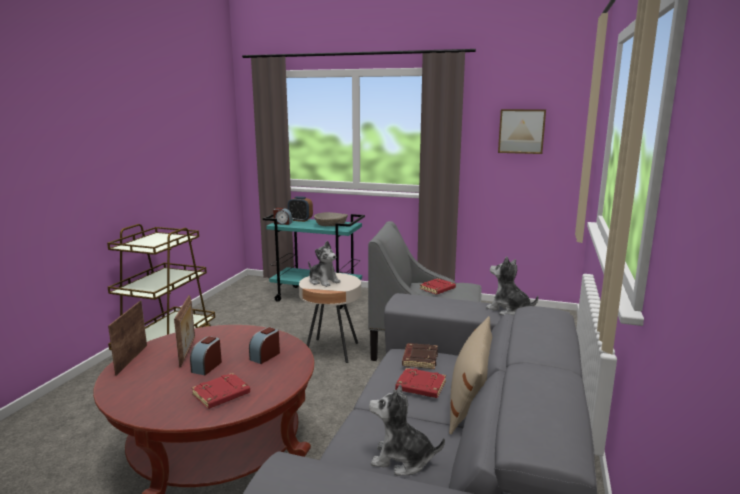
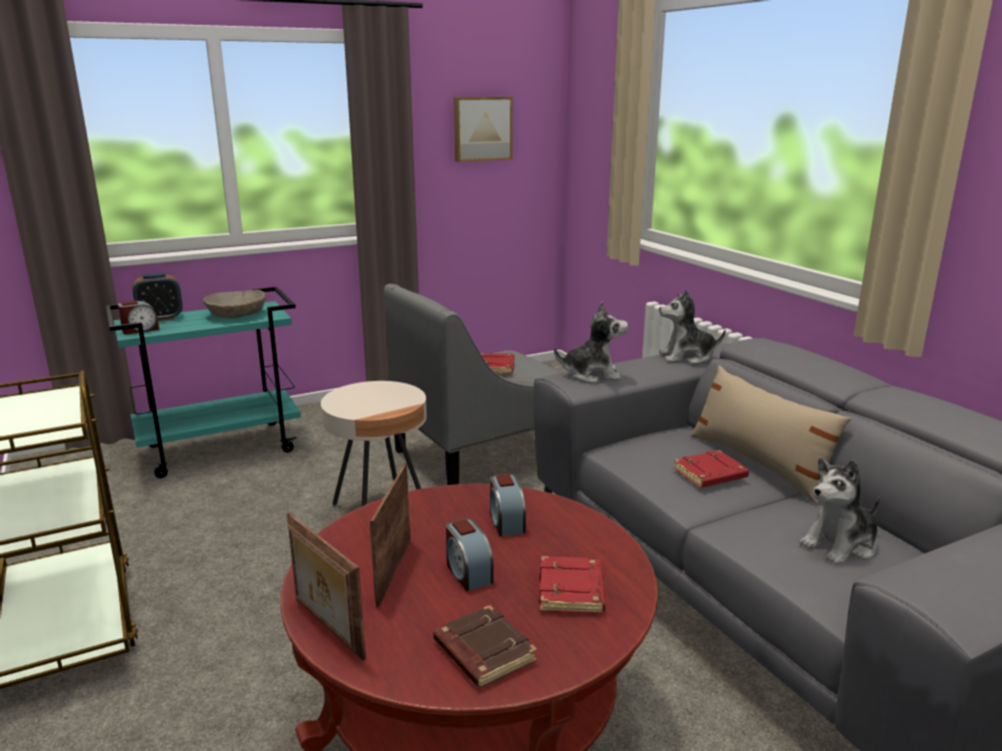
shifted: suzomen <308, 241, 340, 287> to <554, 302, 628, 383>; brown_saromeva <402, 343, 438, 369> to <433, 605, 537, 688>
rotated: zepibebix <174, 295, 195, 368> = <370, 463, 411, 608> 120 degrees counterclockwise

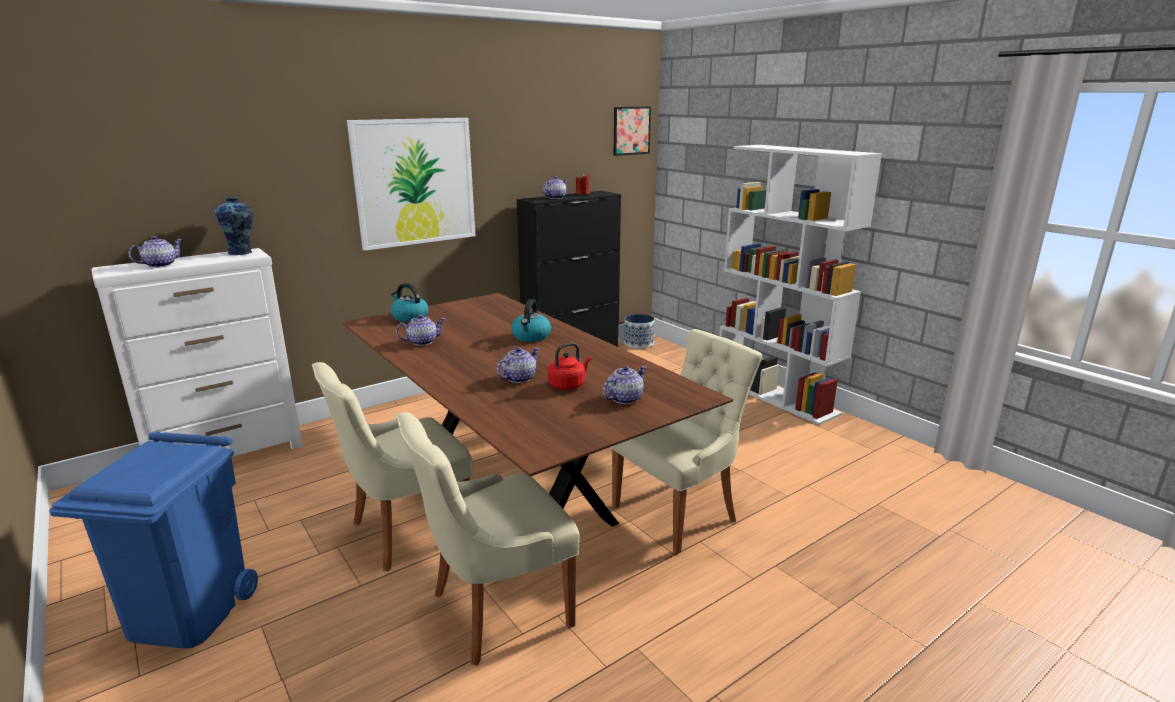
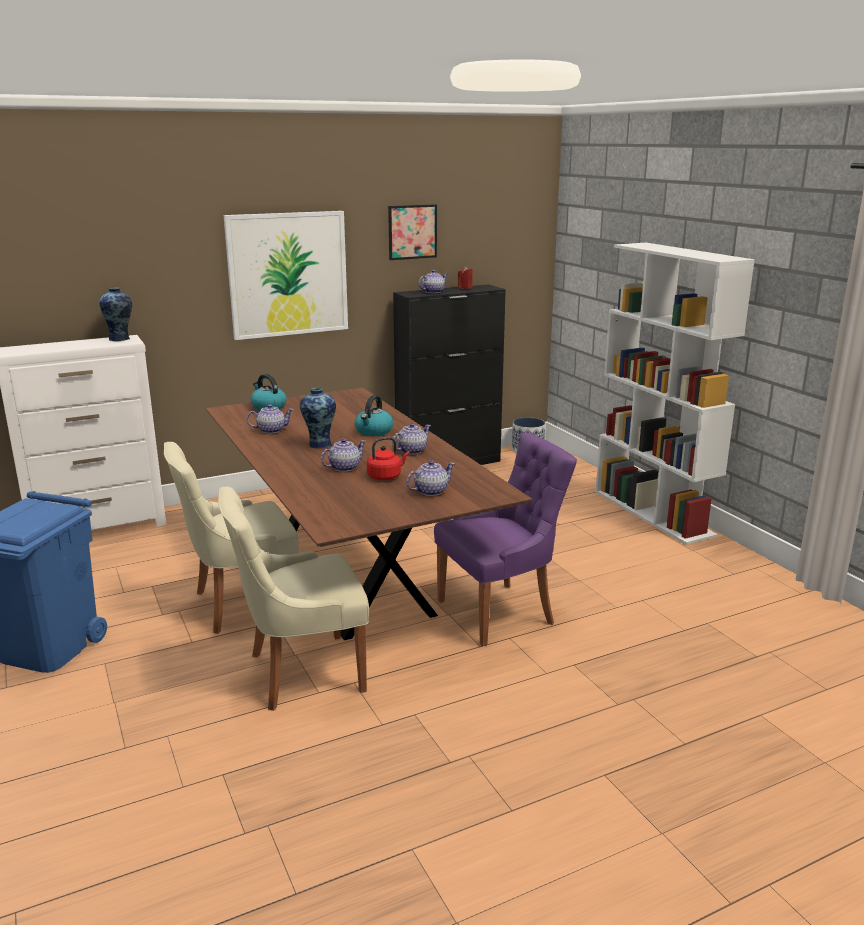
new: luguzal <300, 388, 336, 449>
shifted: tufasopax <614, 106, 651, 156> to <388, 204, 437, 260>; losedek <129, 236, 183, 268> to <392, 423, 431, 455>
repainted: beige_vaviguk <610, 329, 763, 554> to purple_vaviguk <434, 432, 577, 646>

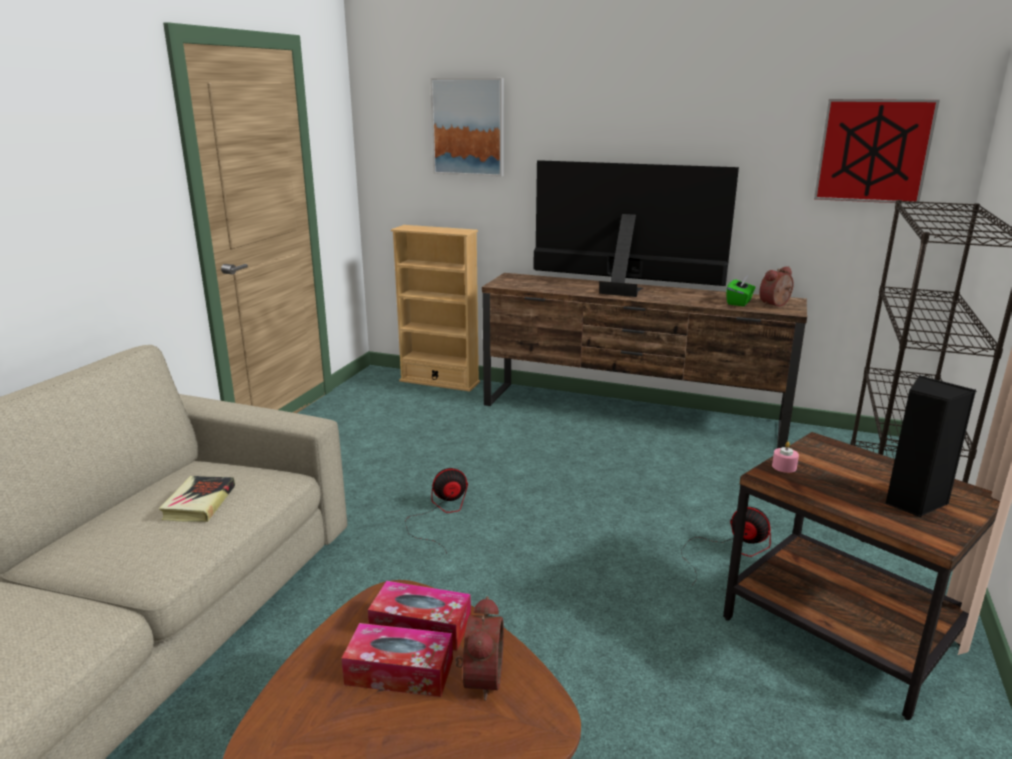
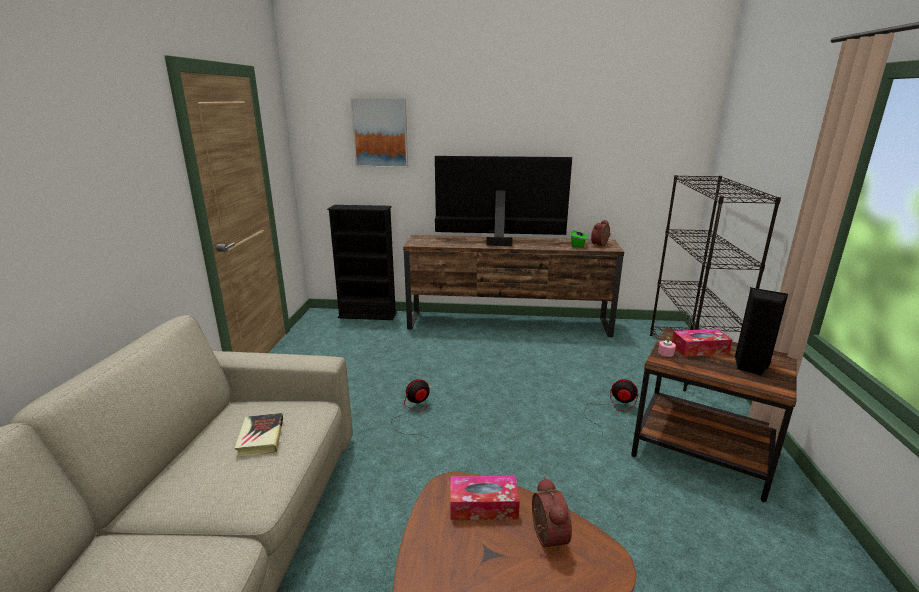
gone: tufasopax <814, 99, 940, 204>
shifted: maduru <342, 623, 453, 697> to <672, 329, 732, 357>
repainted: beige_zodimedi <391, 225, 480, 391> to black_zodimedi <327, 205, 397, 320>

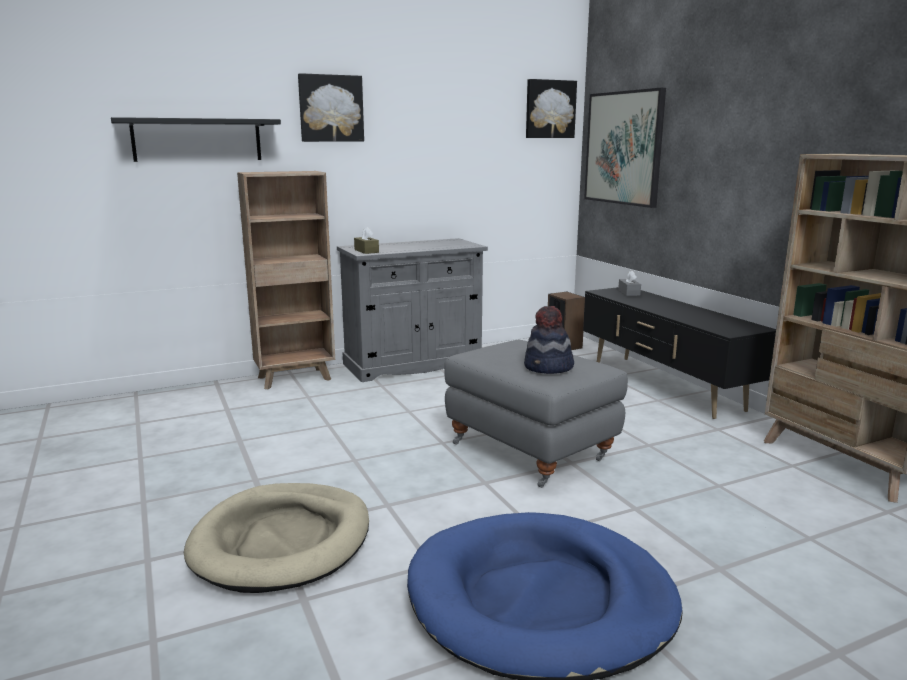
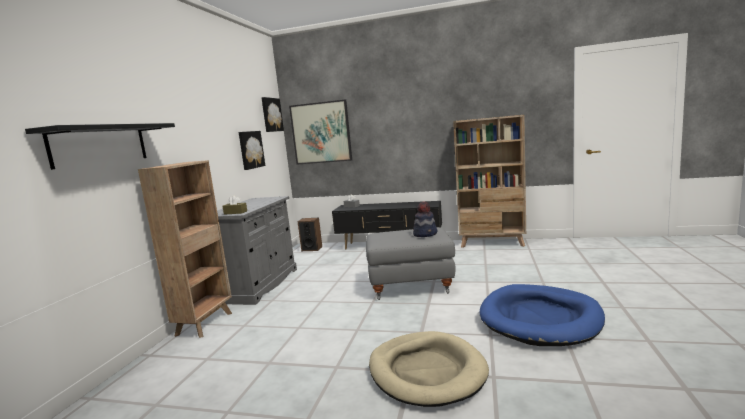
shifted: tufasopax <298, 73, 364, 142> to <239, 131, 265, 170>

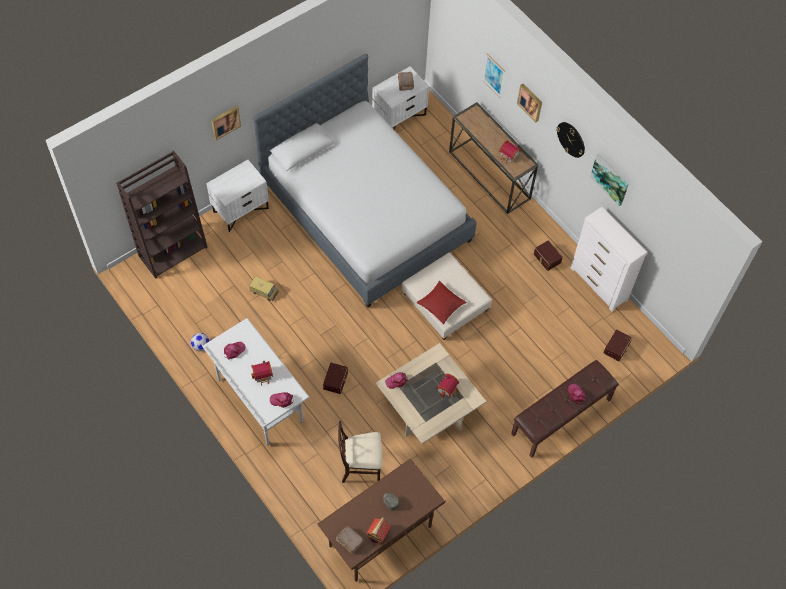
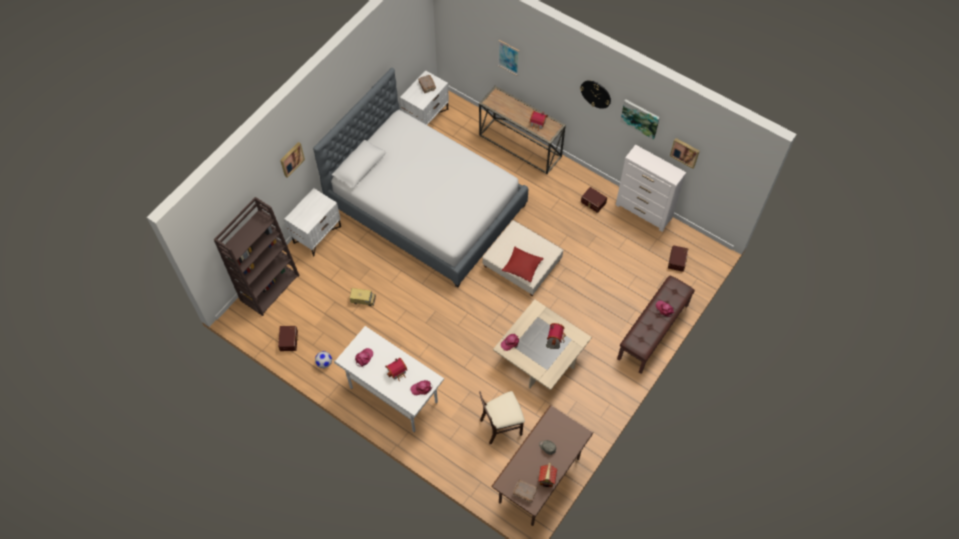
shifted: tufasopax <517, 84, 542, 122> to <670, 138, 700, 169>; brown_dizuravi <323, 363, 348, 394> to <278, 326, 298, 351>

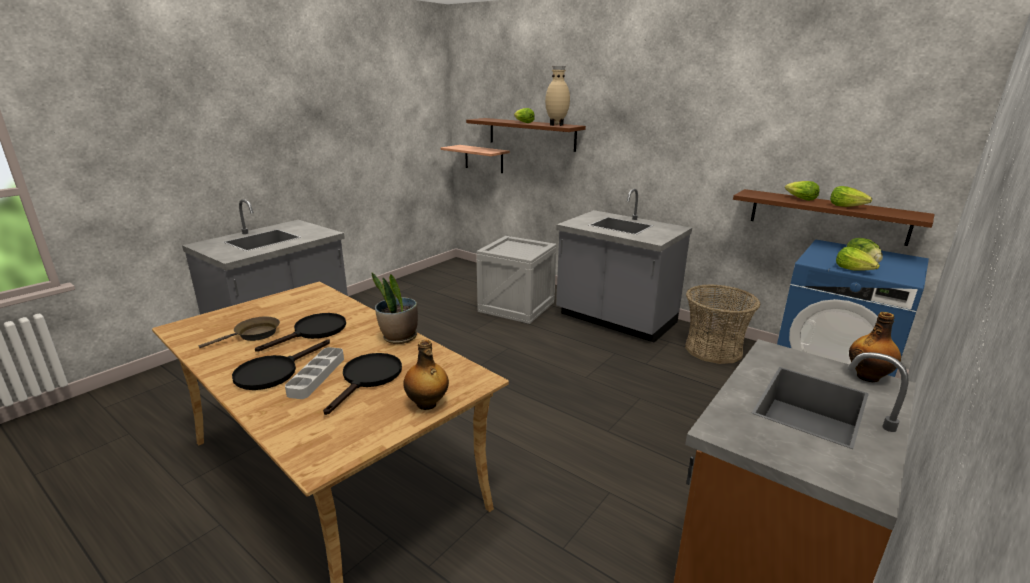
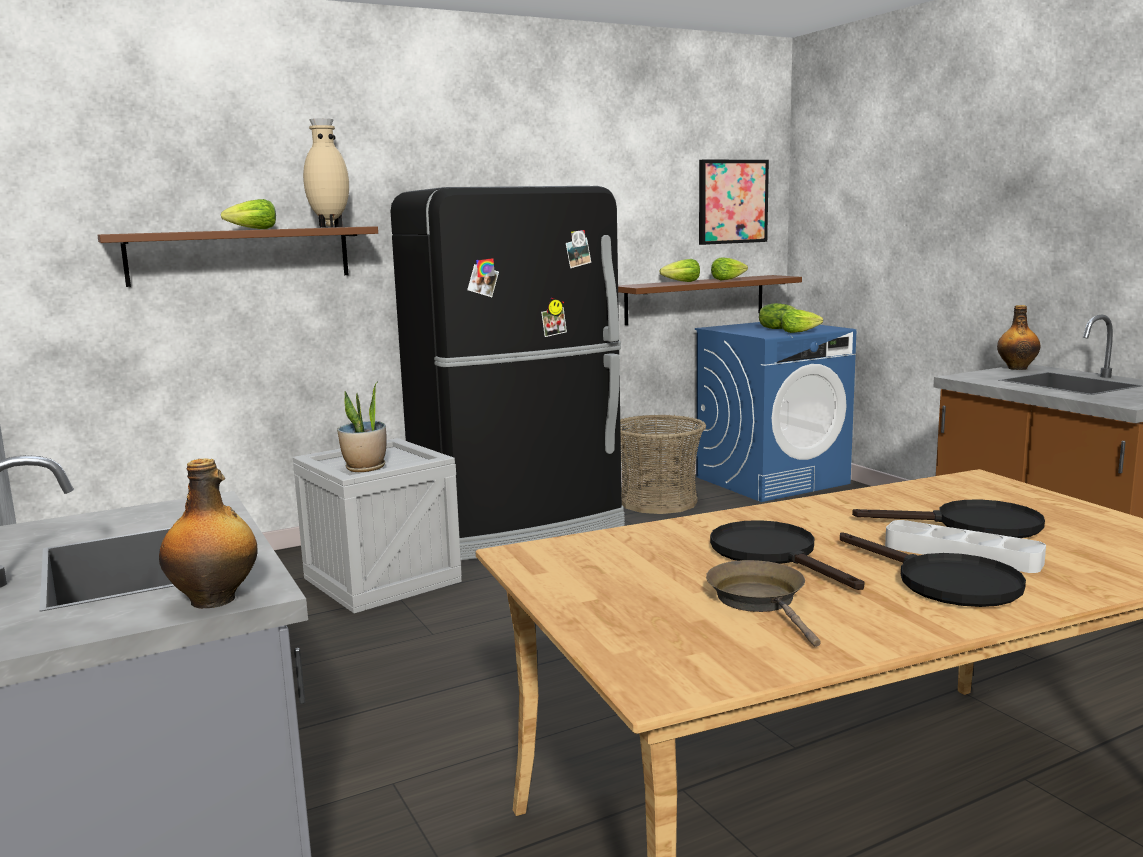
gone: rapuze <441, 145, 510, 173>
new: tufasopax <699, 160, 769, 245>
shifted: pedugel <372, 273, 418, 344> to <337, 381, 387, 472>; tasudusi <404, 340, 449, 410> to <159, 458, 258, 609>
swapped: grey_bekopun <556, 189, 692, 343> to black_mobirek <390, 186, 625, 560>
rotated: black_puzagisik <323, 353, 402, 415> = <852, 500, 1045, 538> 150 degrees clockwise

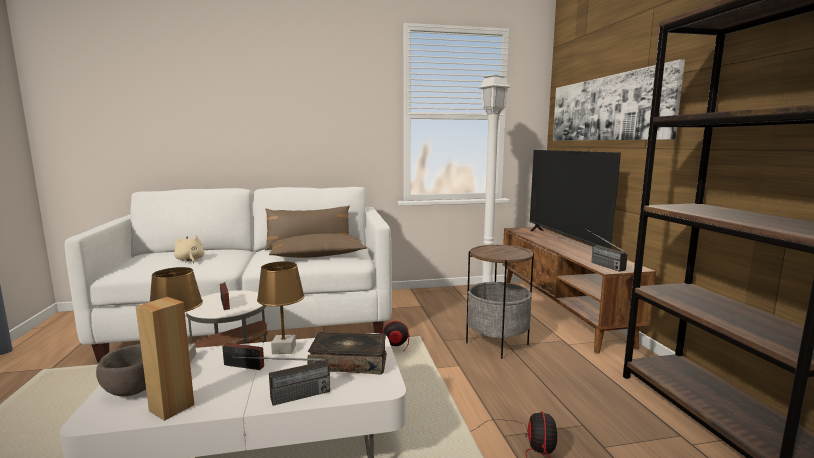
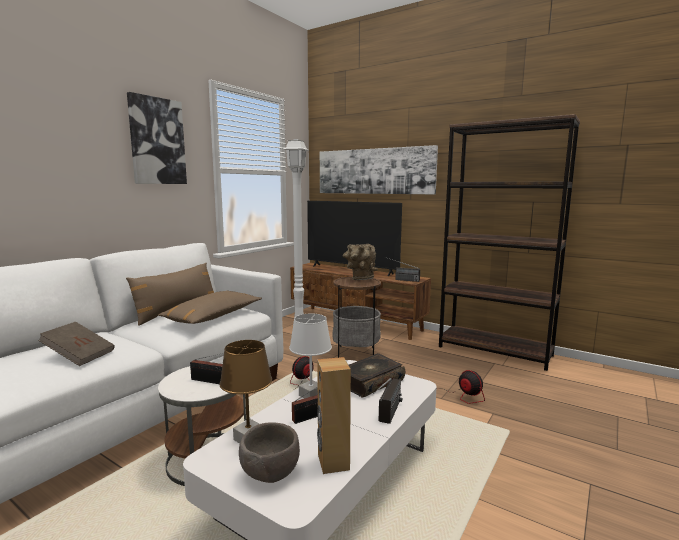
new: tufasopax <127, 92, 187, 184>; brown_luguzal <343, 244, 378, 280>
swapped: beige_suzomen <174, 235, 204, 263> to brown_saromeva <38, 322, 114, 366>
repainted: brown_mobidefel <257, 261, 305, 354> to white_mobidefel <289, 314, 332, 398>

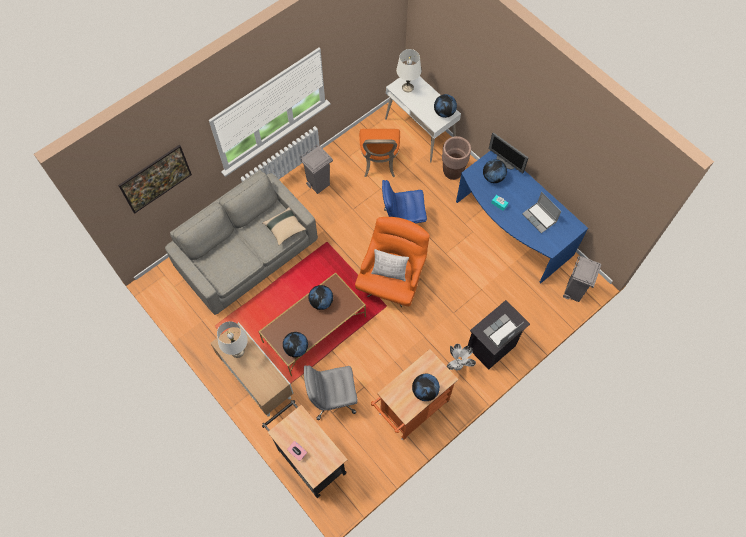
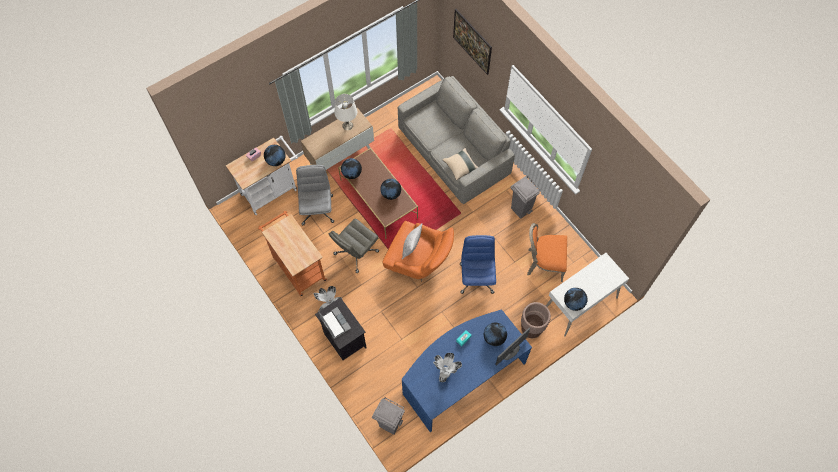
gone: white_mobidefel <396, 49, 421, 92>
new: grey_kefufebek <329, 219, 379, 273>
shifted: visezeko <412, 374, 440, 401> to <264, 145, 286, 166>
swapped: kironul <522, 192, 561, 233> to pedugel <433, 353, 462, 382>
repainted: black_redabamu <262, 400, 348, 498> to white_redabamu <226, 136, 298, 215>

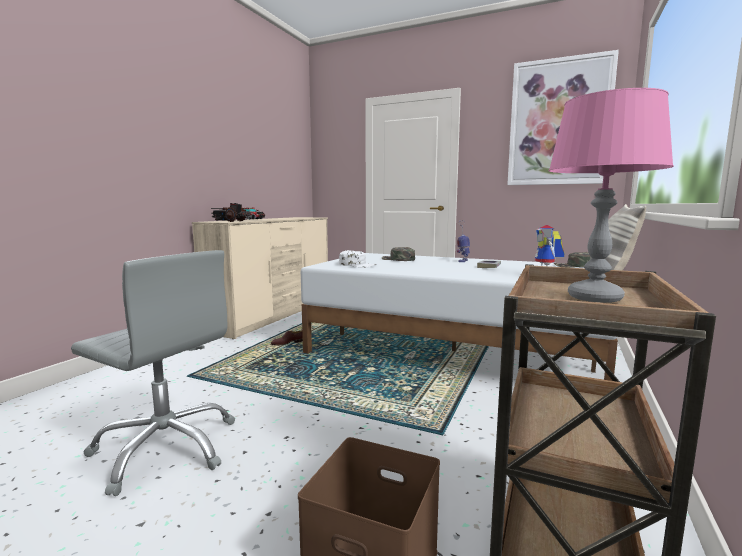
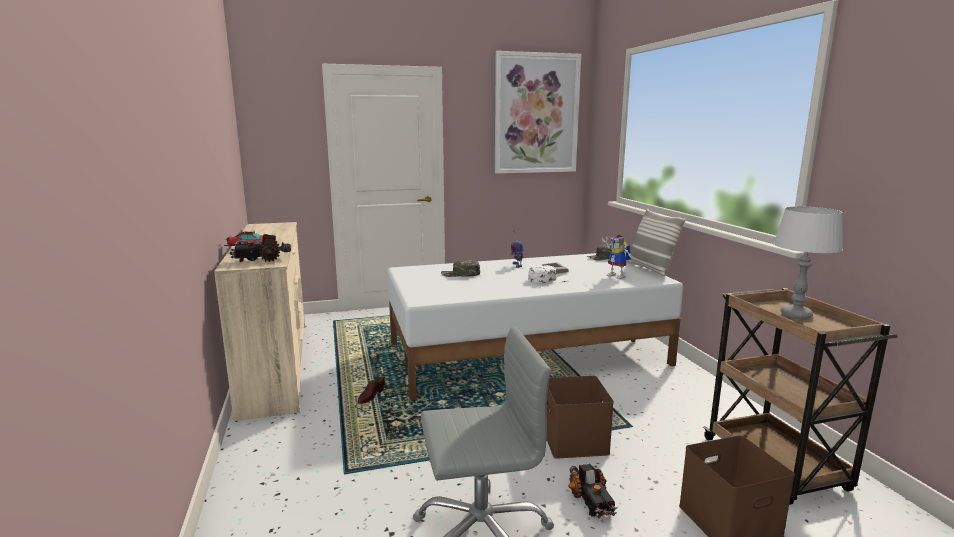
new: brown_dizuravi <547, 376, 614, 459>; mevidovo <568, 463, 618, 518>
shifted: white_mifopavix <339, 250, 377, 268> to <528, 265, 569, 283>
repainted: pink_mobidefel <549, 88, 674, 303> to grey_mobidefel <773, 206, 843, 319>

